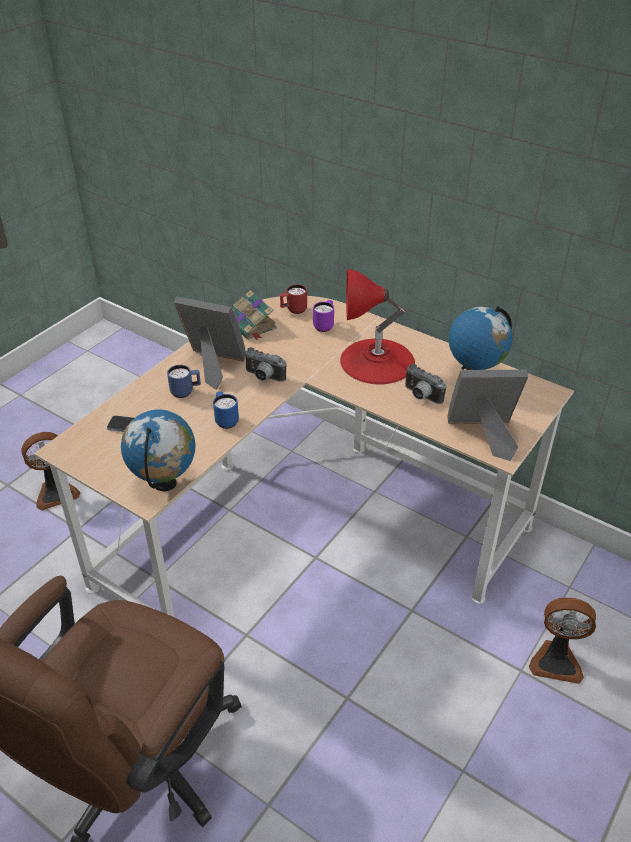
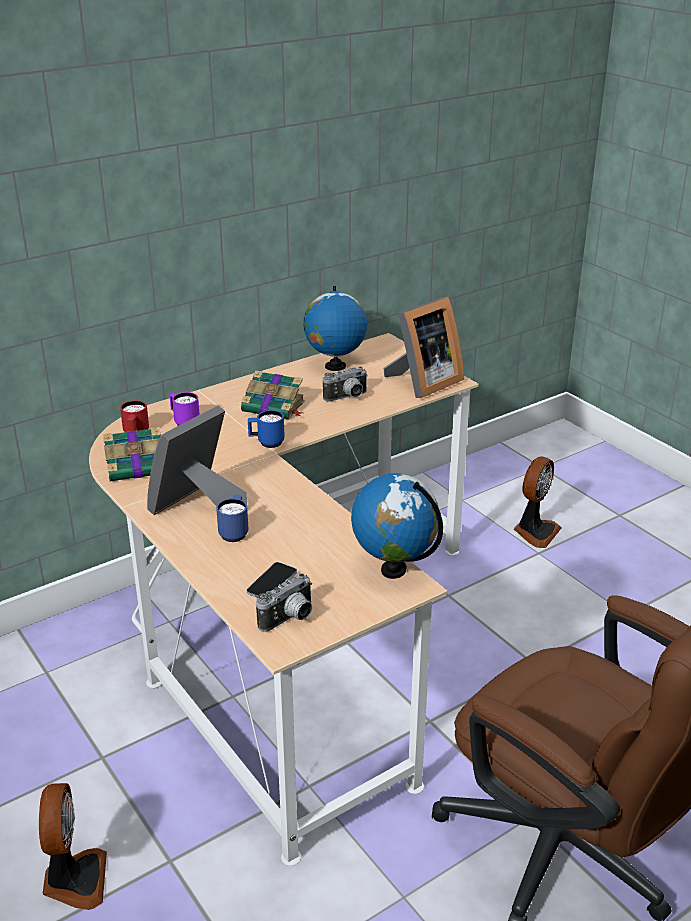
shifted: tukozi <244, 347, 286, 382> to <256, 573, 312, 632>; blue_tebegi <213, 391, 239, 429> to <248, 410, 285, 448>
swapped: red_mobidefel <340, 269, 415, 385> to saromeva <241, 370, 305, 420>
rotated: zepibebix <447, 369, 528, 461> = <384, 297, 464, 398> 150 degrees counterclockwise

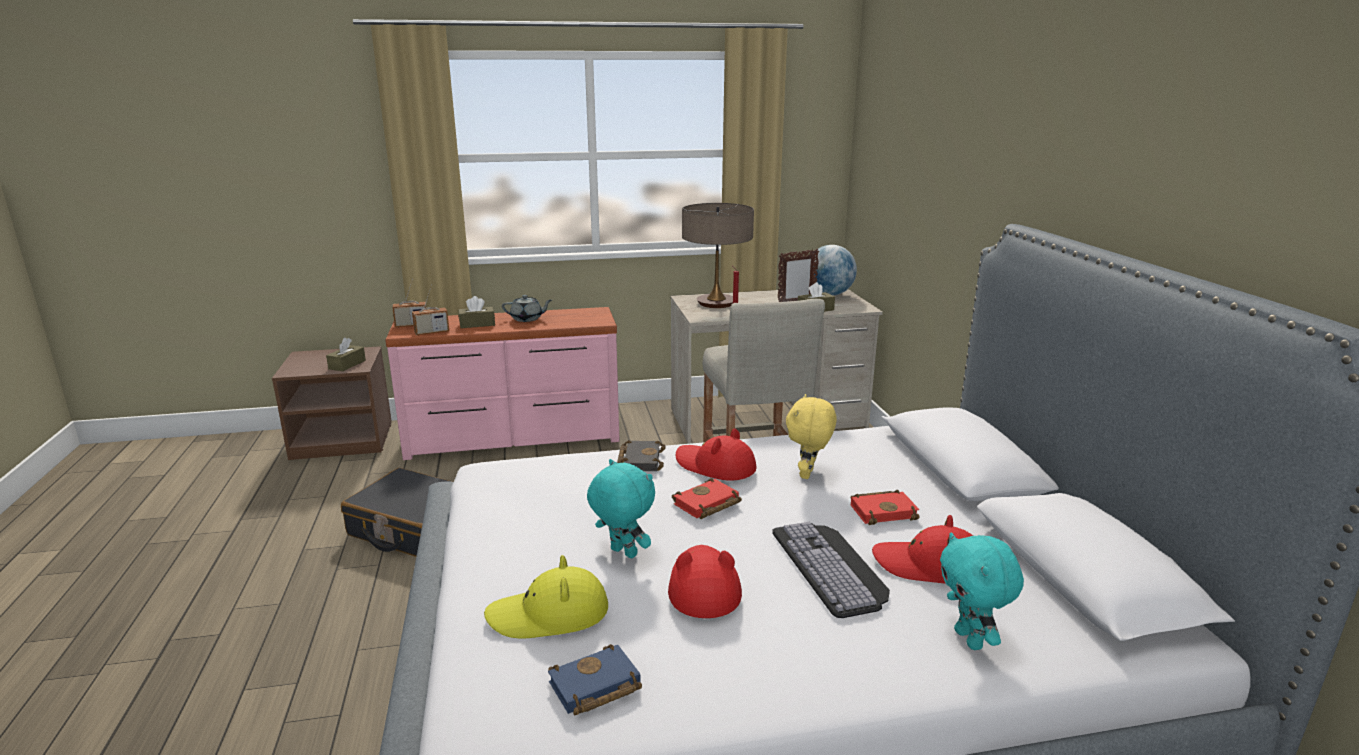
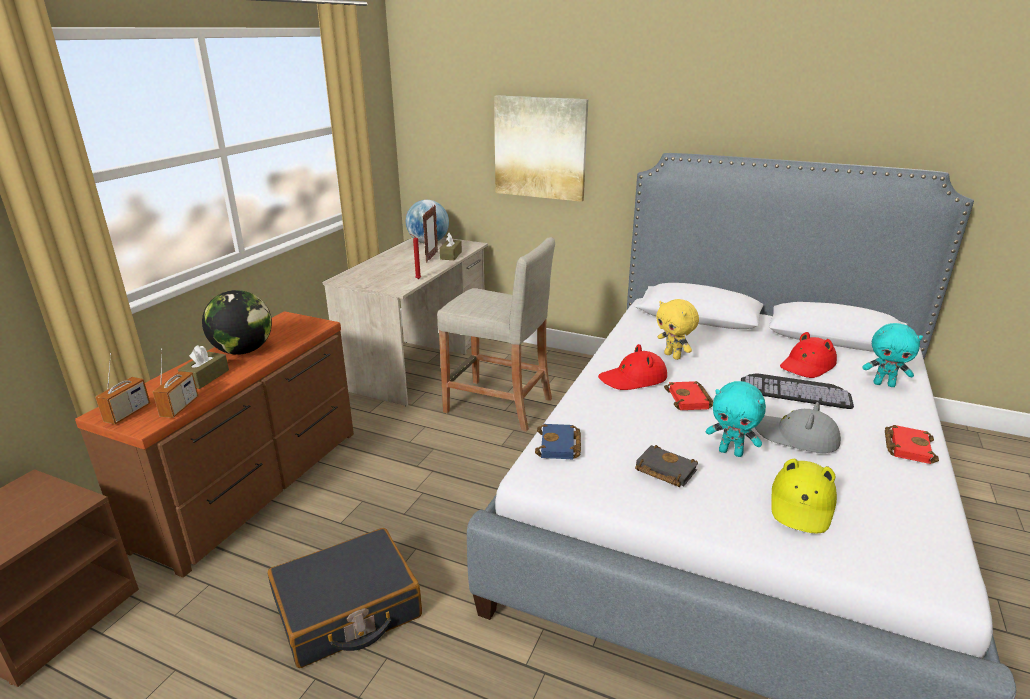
gone: mobidefel <682, 203, 754, 308>; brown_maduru <326, 338, 366, 371>
new: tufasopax <494, 96, 588, 202>
shifted: black_saromeva <617, 440, 666, 471> to <635, 445, 698, 487>; red_saromeva <850, 490, 920, 525> to <885, 425, 939, 464>; blue_saromeva <548, 644, 642, 715> to <535, 424, 581, 459>
swapped: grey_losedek <502, 295, 552, 322> to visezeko <202, 290, 272, 355>
repainted: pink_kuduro <385, 307, 620, 460> to brown_kuduro <75, 311, 354, 578>; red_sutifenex <668, 545, 742, 618> to grey_sutifenex <755, 402, 841, 453>
rotated: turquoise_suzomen <587, 459, 655, 559> = <706, 381, 766, 457> 135 degrees counterclockwise

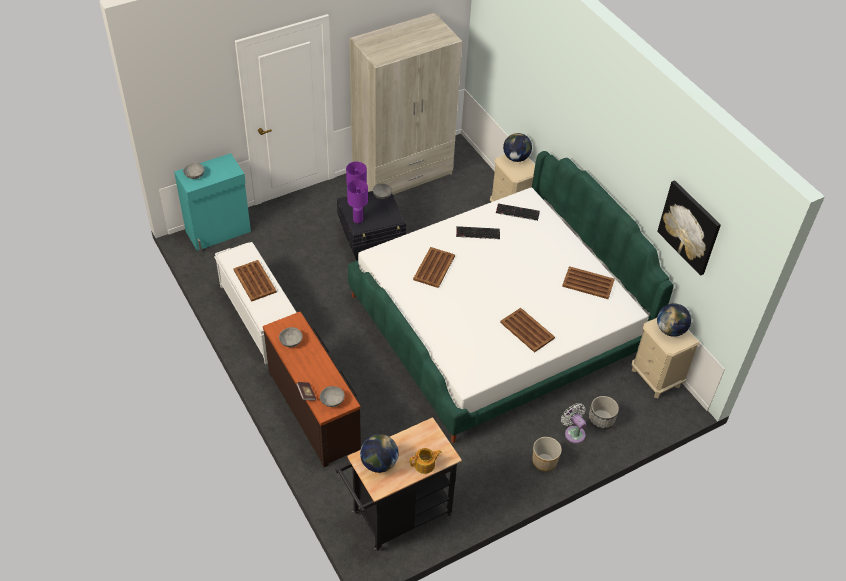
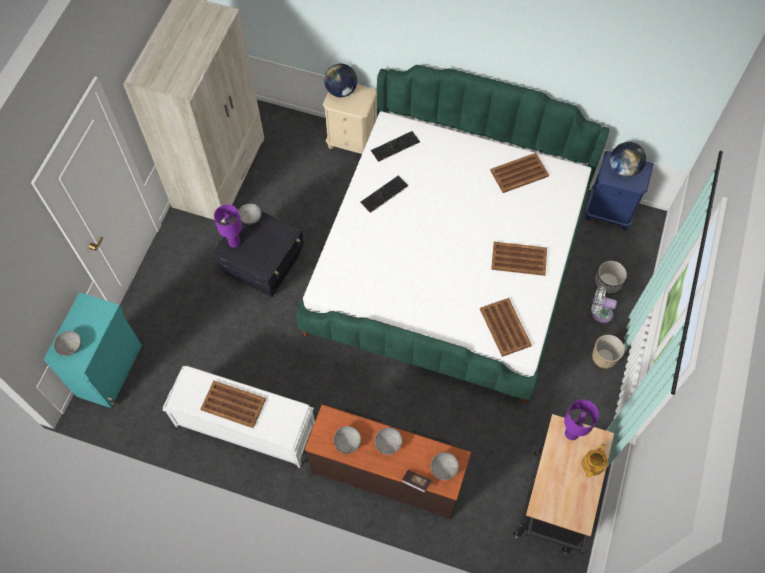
gone: tufasopax <657, 180, 721, 276>; visezeko <360, 434, 398, 473>
new: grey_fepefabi <375, 428, 402, 455>
shifted: purple_mobidefel <347, 180, 368, 223> to <564, 399, 599, 440>; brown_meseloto <413, 247, 455, 288> to <480, 298, 532, 357>
repainted: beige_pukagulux <632, 318, 700, 398> to blue_pukagulux <585, 151, 654, 231>

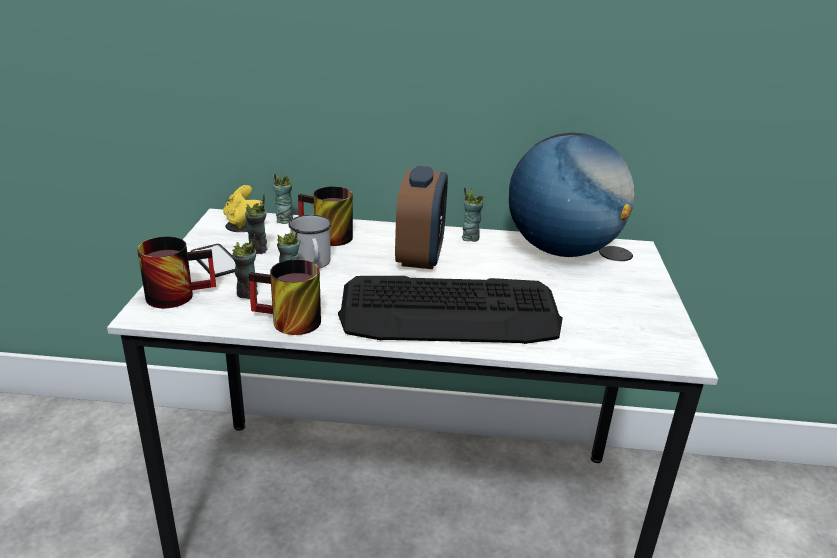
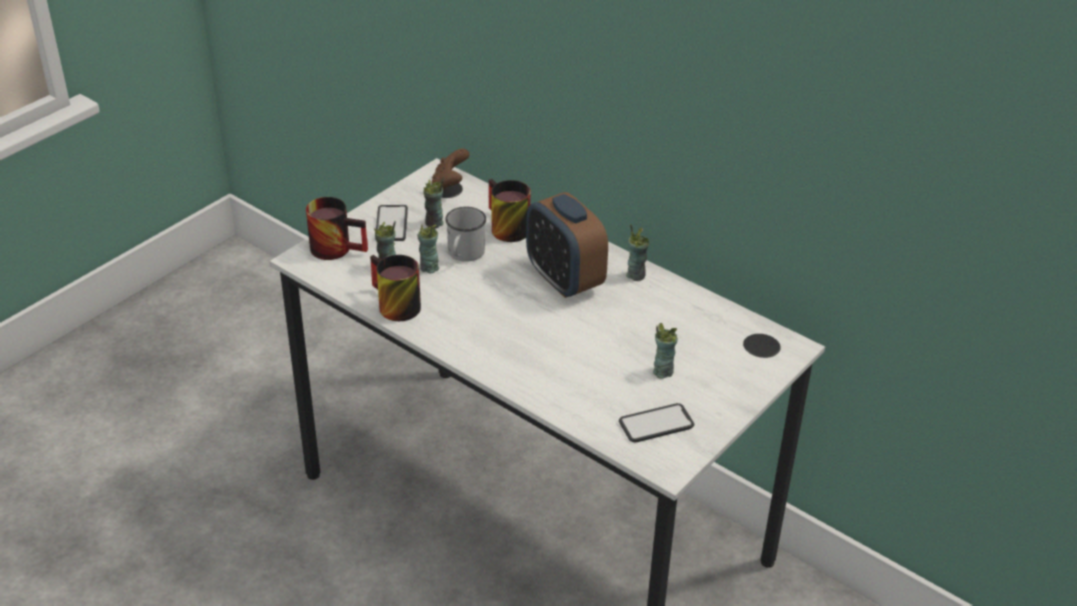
gone: visezeko <509, 132, 635, 257>; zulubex <338, 276, 563, 344>
new: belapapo <619, 403, 694, 442>
shifted: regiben <273, 173, 293, 224> to <653, 323, 678, 379>
repainted: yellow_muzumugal <223, 185, 262, 229> to brown_muzumugal <431, 149, 469, 192>
rotated: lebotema <395, 166, 448, 269> = <526, 192, 608, 298> 105 degrees clockwise

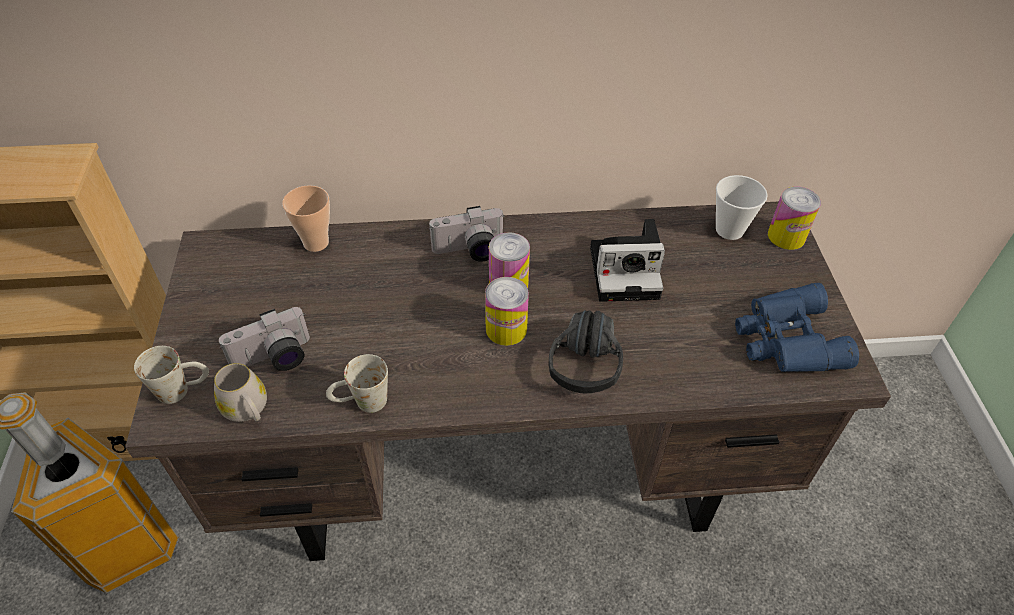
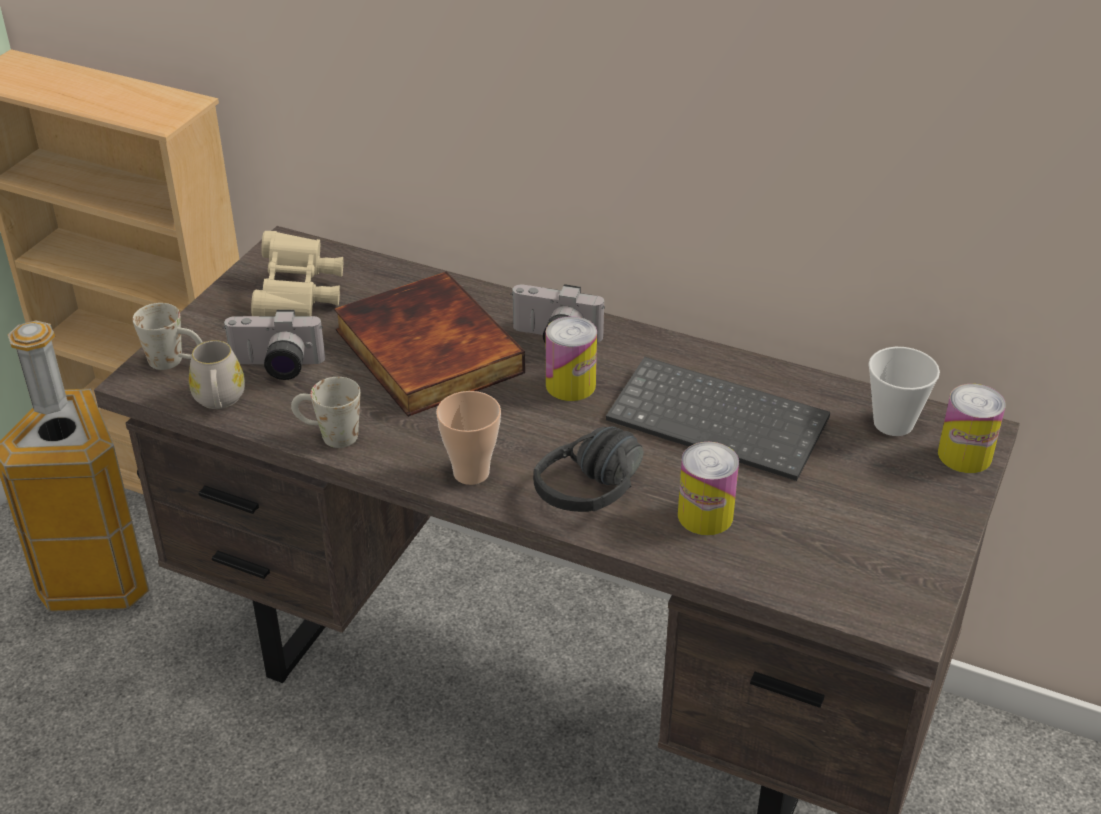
gone: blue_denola <735, 283, 859, 372>
new: beige_denola <251, 231, 343, 316>; saromeva <334, 271, 525, 417>
shifted: regiben <282, 185, 330, 252> to <436, 391, 501, 485>; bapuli <485, 277, 529, 346> to <678, 442, 739, 535>
swapped: tukozi <590, 219, 665, 302> to zulubex <606, 357, 830, 481>

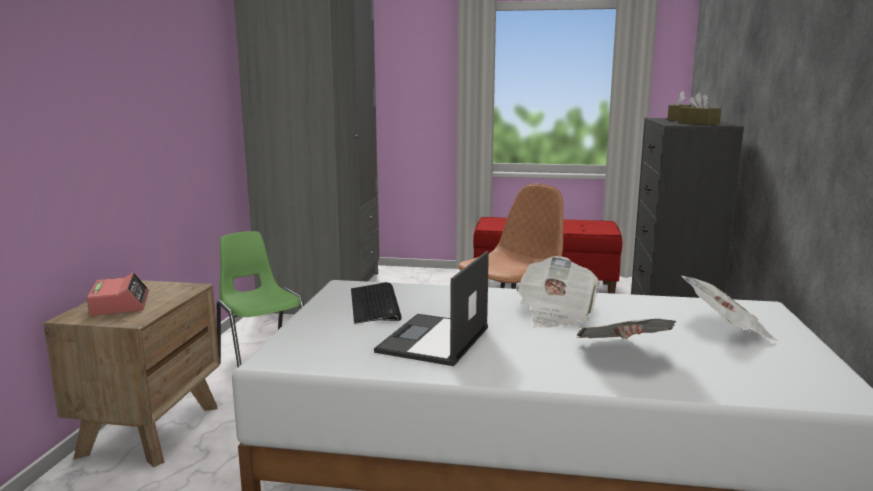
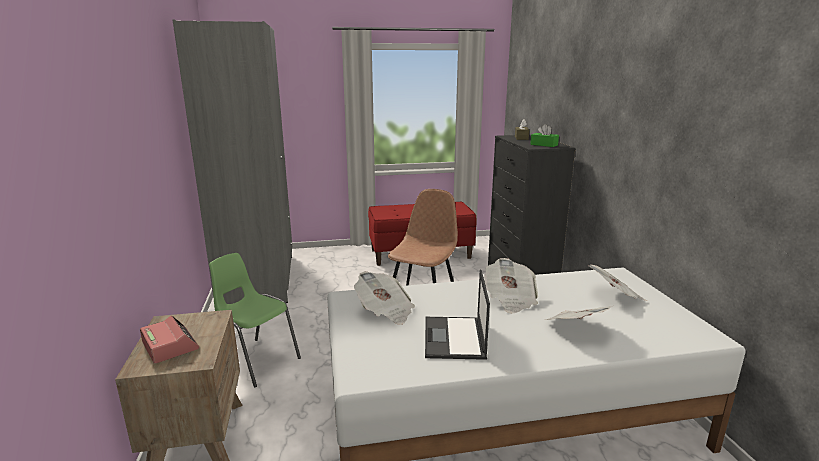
swapped: zulubex <351, 282, 401, 324> to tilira <354, 271, 415, 325>
repainted: brown_maduru <678, 92, 722, 125> to green_maduru <530, 124, 559, 147>

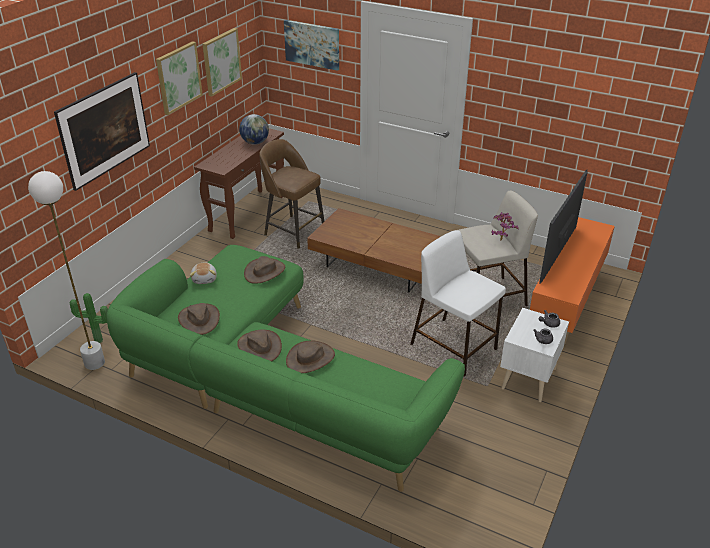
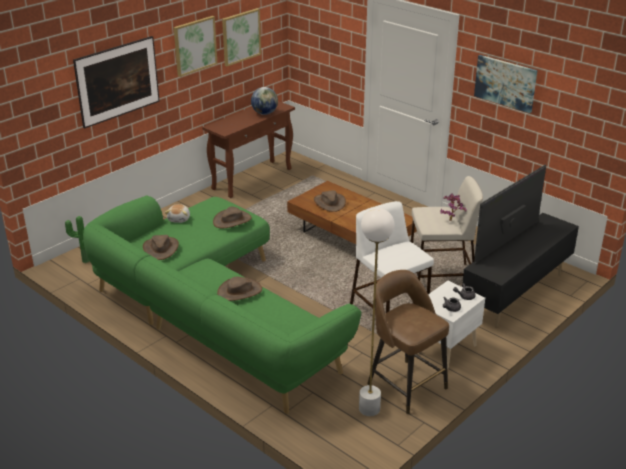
shifted: tufasopax <284, 20, 339, 71> to <474, 55, 537, 113>; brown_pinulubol <259, 139, 324, 249> to <367, 270, 449, 414>; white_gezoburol <28, 171, 105, 370> to <359, 208, 395, 416>; brown_sutifenex <237, 329, 282, 361> to <314, 190, 346, 212>
repainted: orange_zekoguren <530, 217, 615, 345> to black_zekoguren <462, 213, 579, 328>

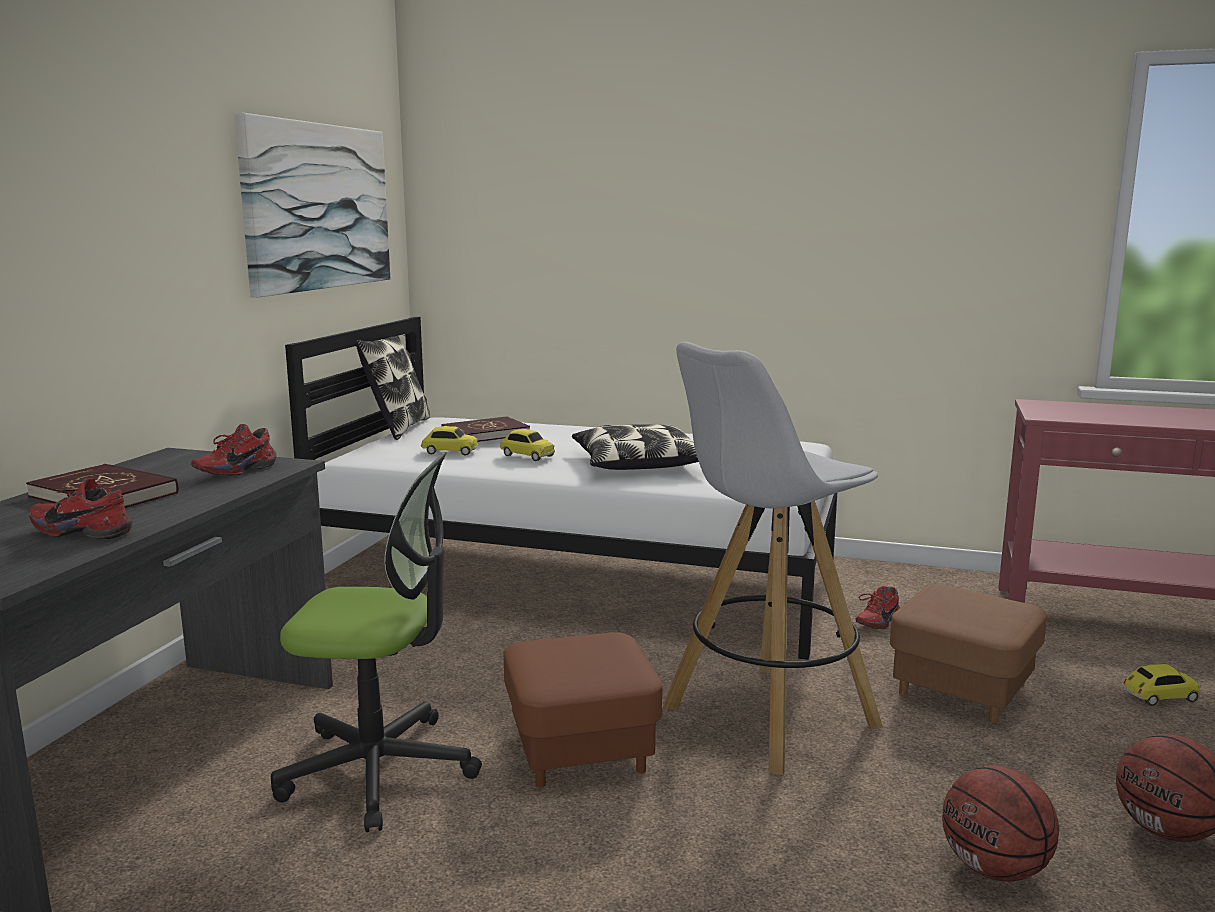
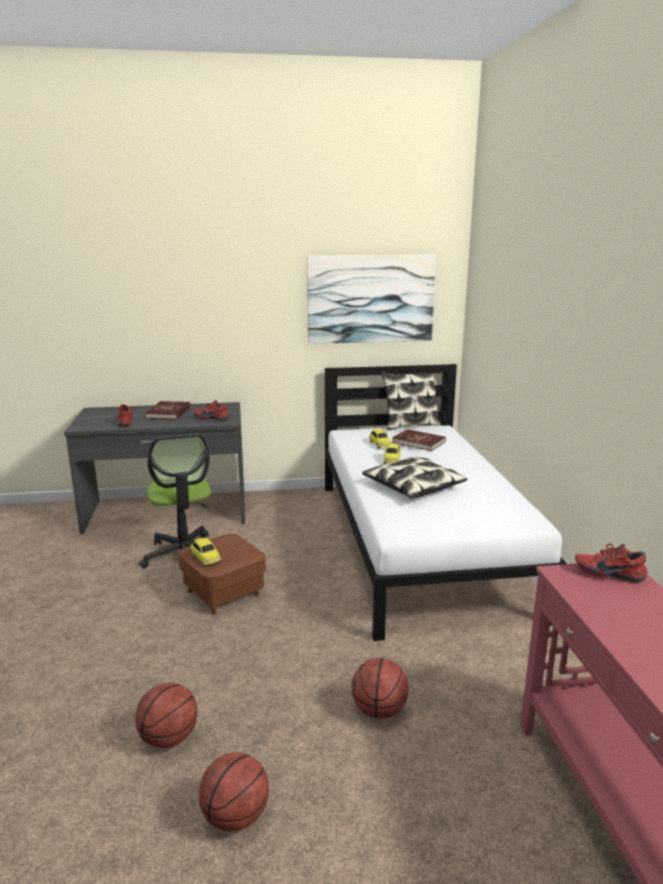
gone: white_pinulubol <664, 342, 883, 775>
shifted: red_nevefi <856, 586, 900, 629> to <575, 544, 648, 583>; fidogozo <1122, 664, 1201, 706> to <190, 538, 221, 567>
swapped: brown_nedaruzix <890, 585, 1047, 723> to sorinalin <352, 658, 408, 719>

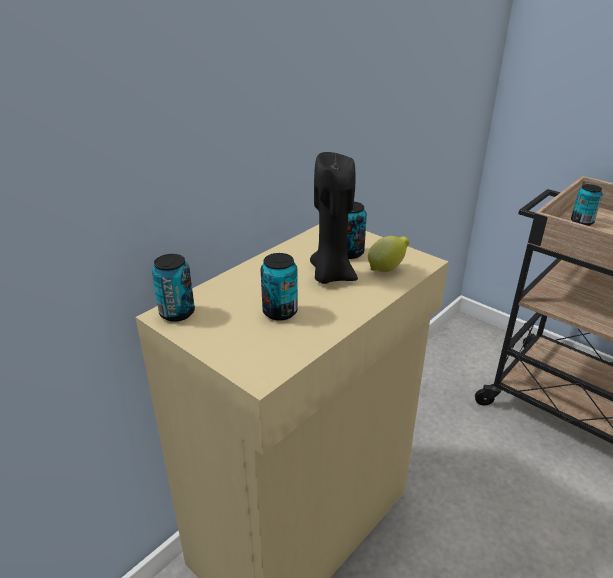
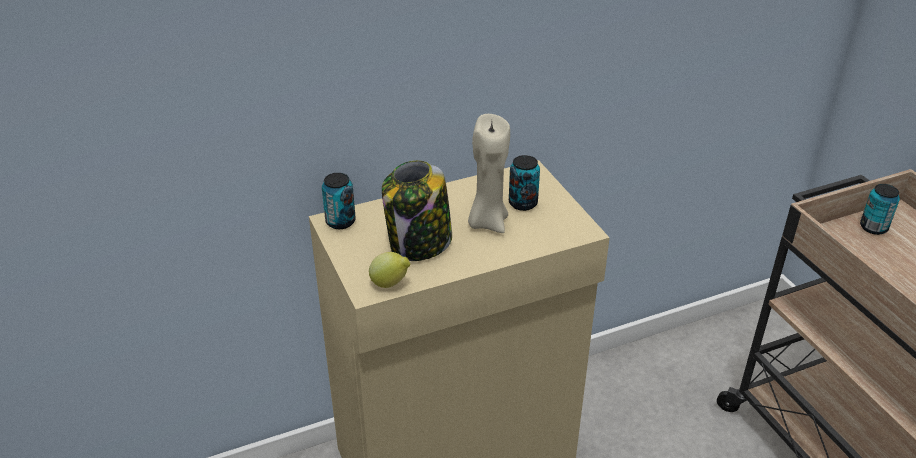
shifted: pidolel <368, 236, 410, 272> to <369, 252, 410, 288>
swapped: bapuli <260, 253, 298, 321> to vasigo <382, 160, 452, 261>
repainted: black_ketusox <310, 152, 358, 284> to beige_ketusox <468, 114, 510, 233>

